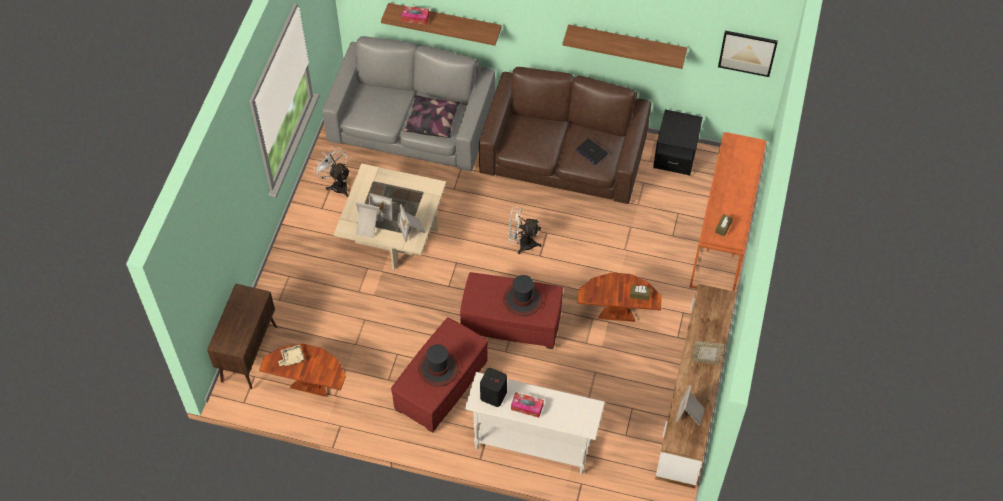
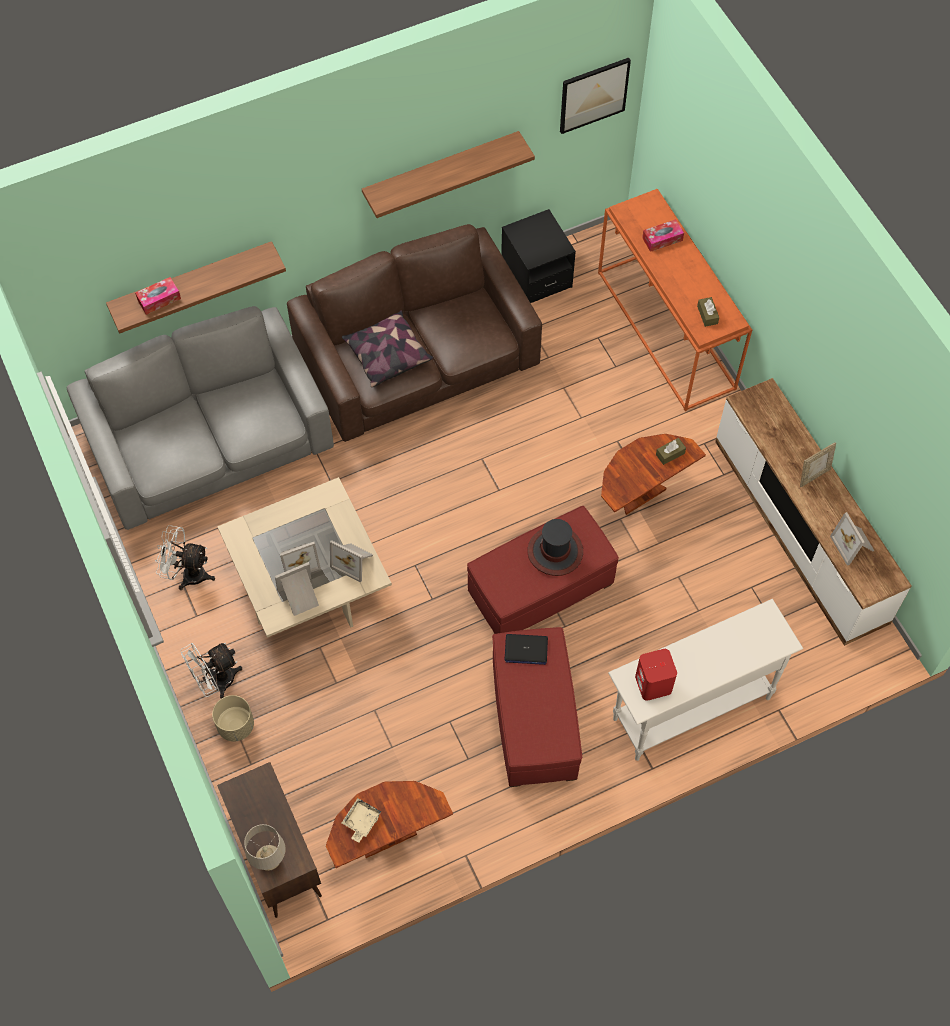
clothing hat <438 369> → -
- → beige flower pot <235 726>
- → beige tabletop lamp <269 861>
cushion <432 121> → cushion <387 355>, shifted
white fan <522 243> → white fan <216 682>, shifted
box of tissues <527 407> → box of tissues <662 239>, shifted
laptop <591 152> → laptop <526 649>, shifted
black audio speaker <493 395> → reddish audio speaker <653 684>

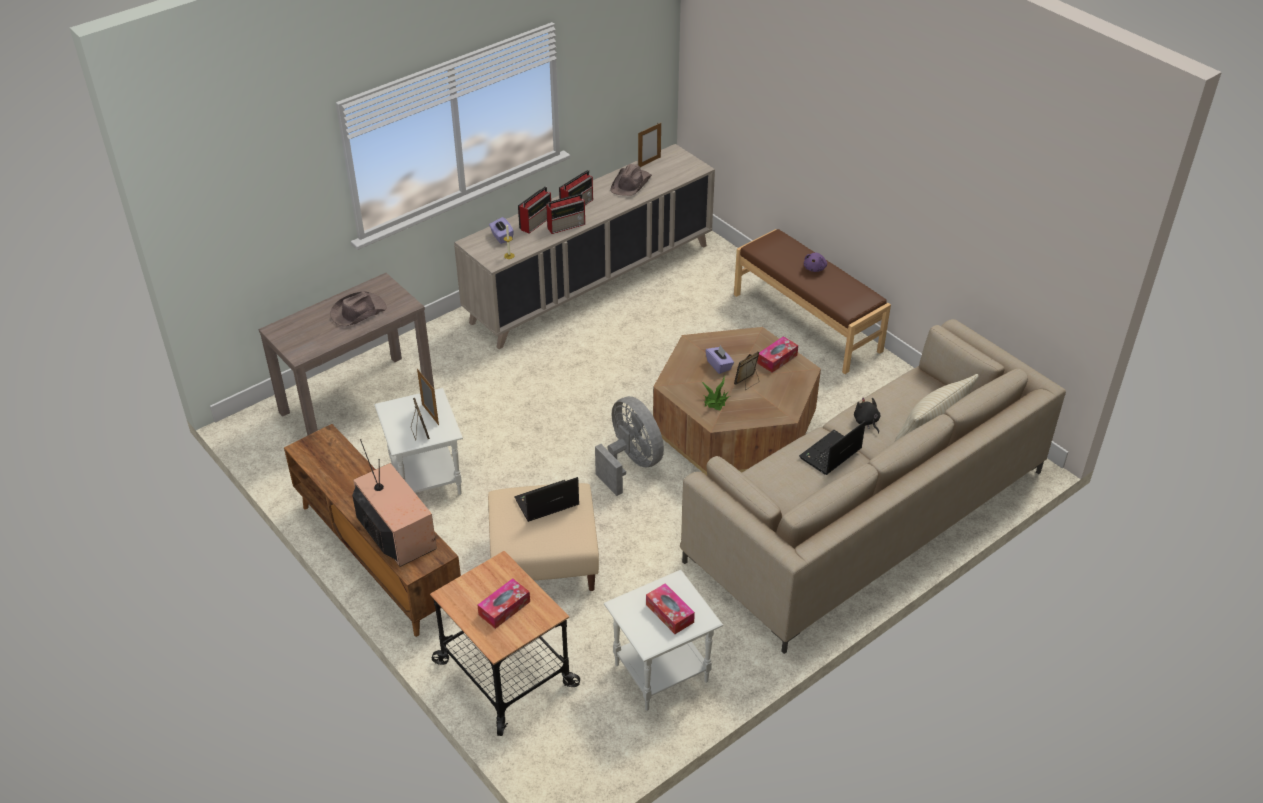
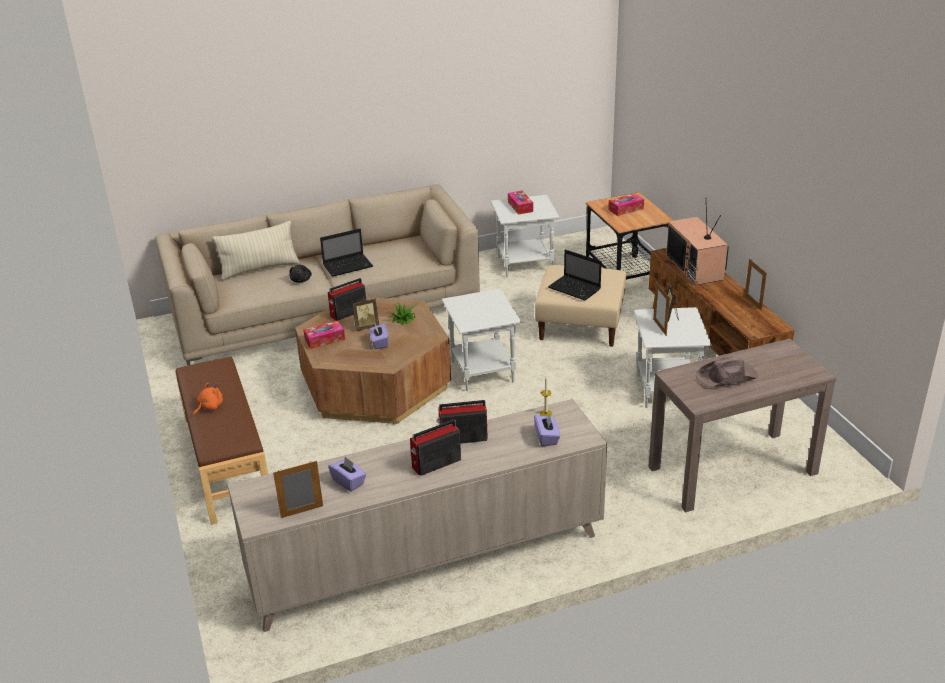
- → picture frame <753 303>
radio <536 222> → radio <348 313>, shifted
greyish fan <630 464> → white end table <483 372>
brownish clothing hat <631 183> → purplish box of tissues <348 482>
purplish cuddly toy <815 268> → orange cuddly toy <209 407>
laptop <545 503> → laptop <575 289>, 45 degrees clockwise

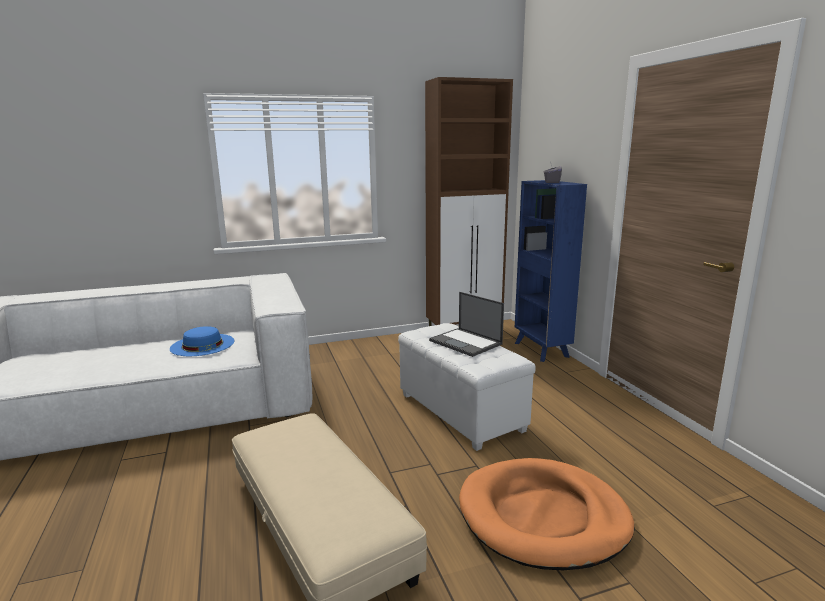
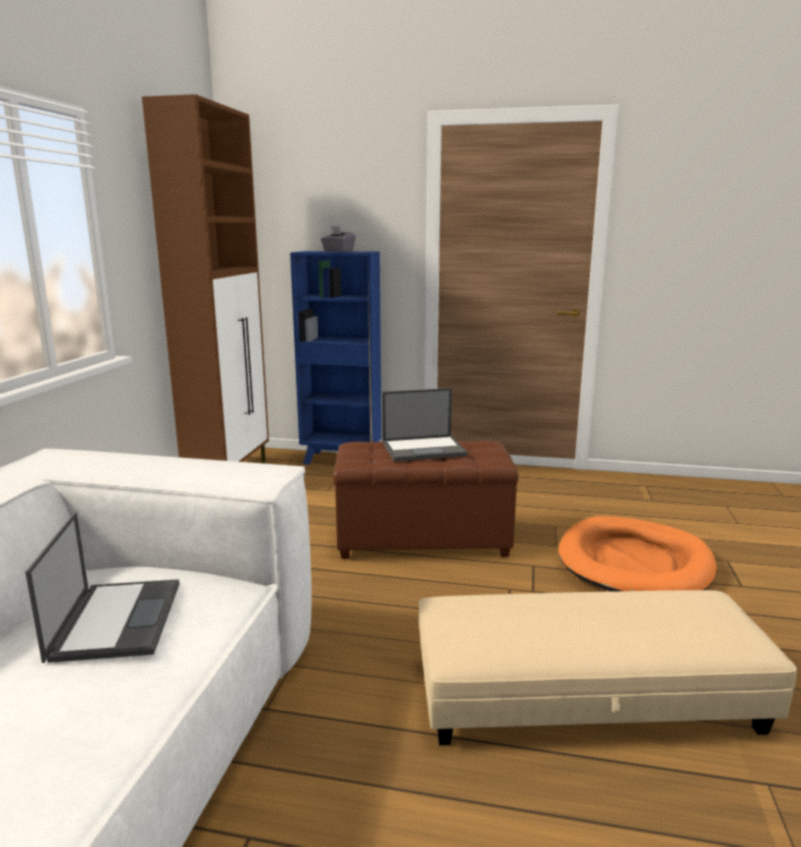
bluish clothing hat <202 345> → laptop <116 619>
white footrest <461 413> → brownish footrest <422 540>

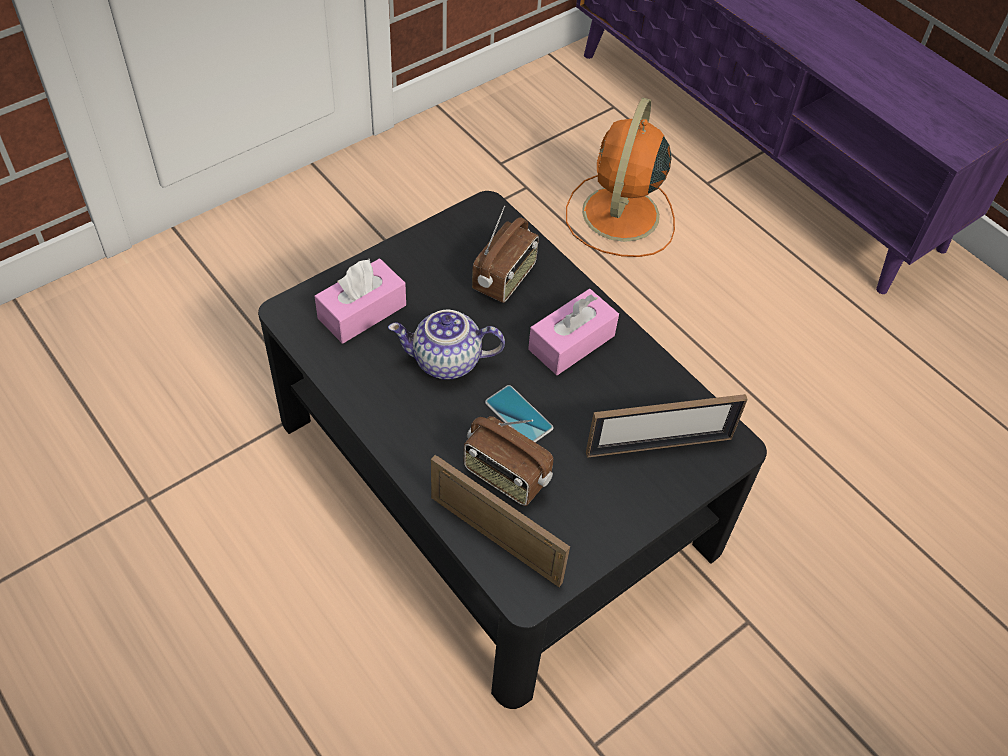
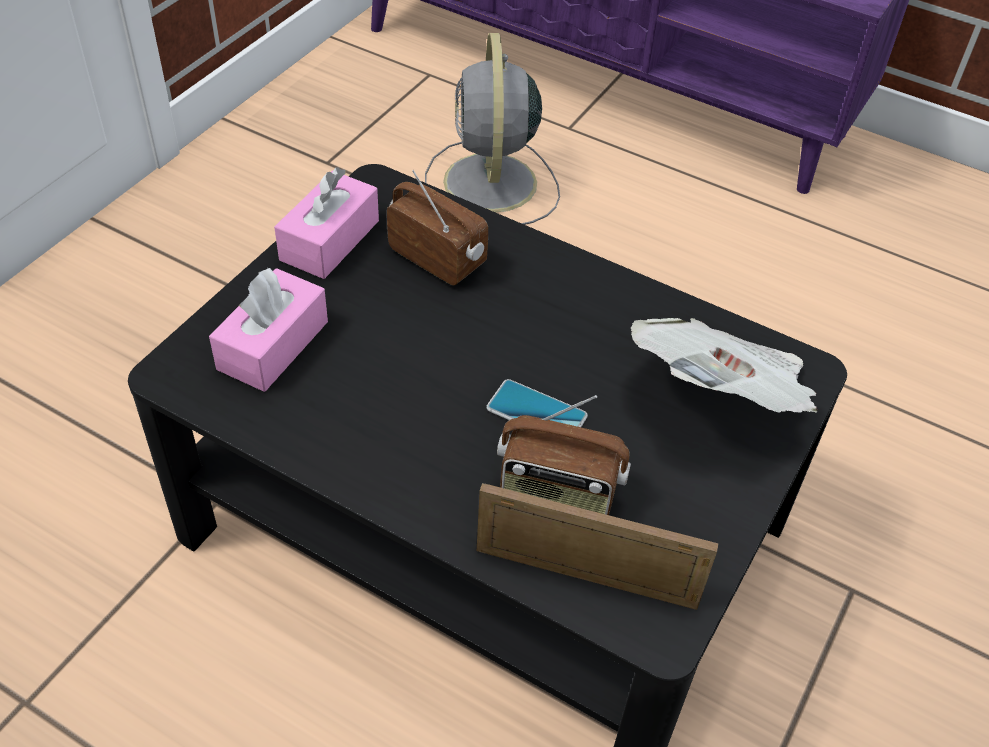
tea pot <446 362> → -
pinkish box of tissues <571 342> → pinkish box of tissues <329 240>, shifted
picture frame <659 445> → daily paper <722 396>
orange fan <619 216> → greyish fan <490 185>
radio <505 278> → radio <438 257>, 60 degrees counterclockwise

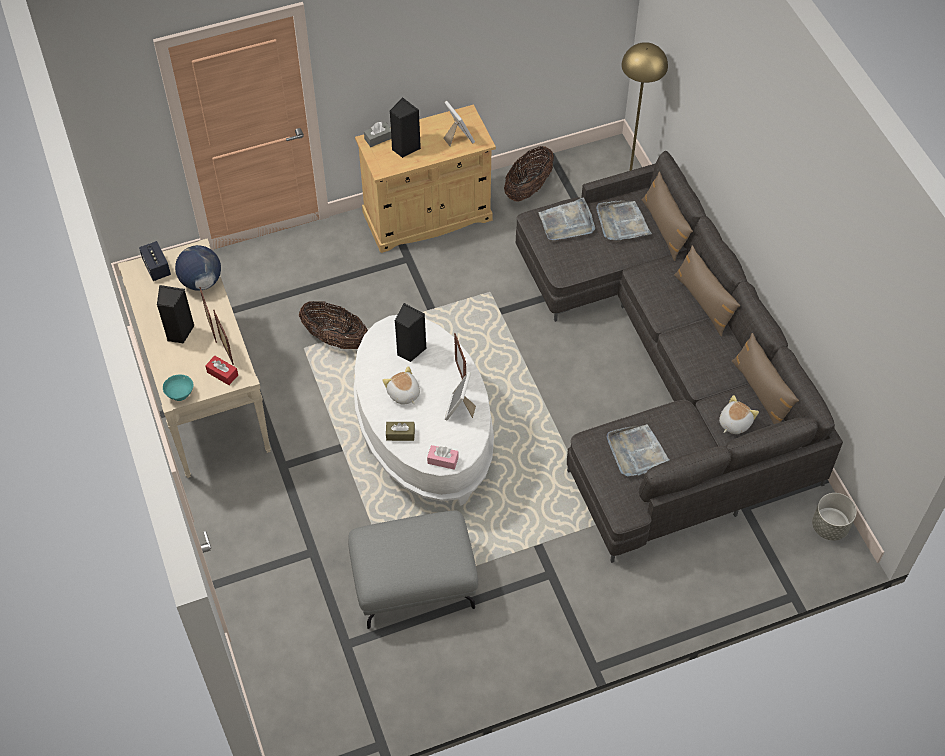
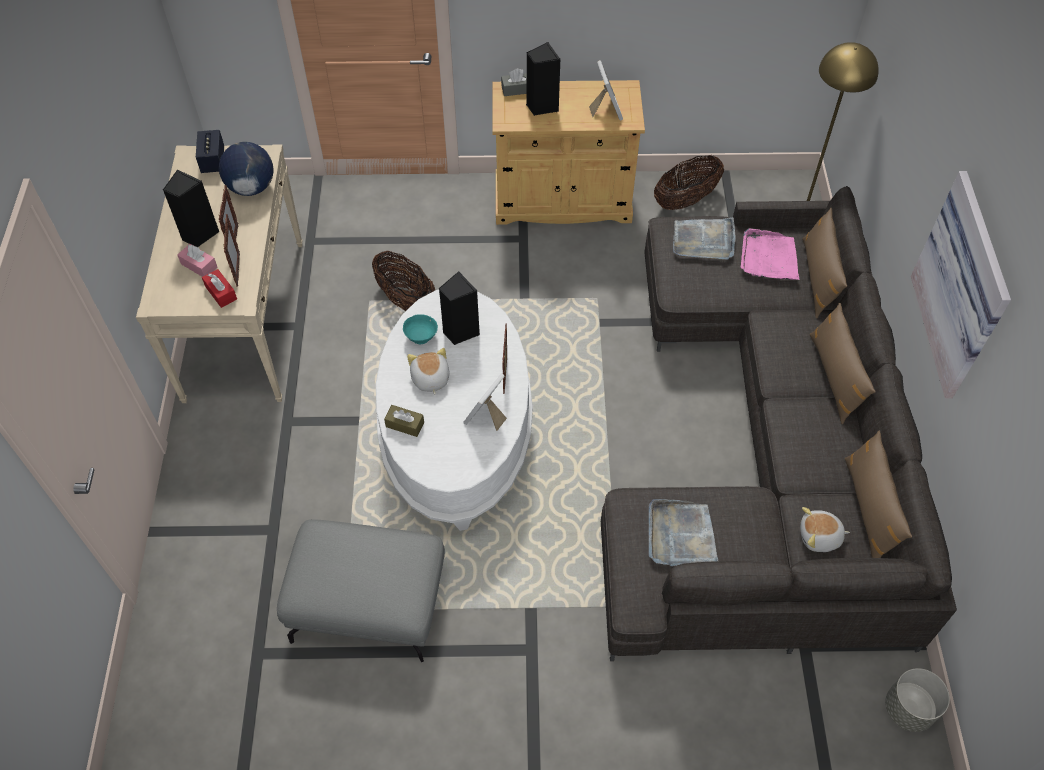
- → wall art <965 286>
turquoise-coloured bowl <180 394> → turquoise-coloured bowl <421 337>, shifted
pinkish box of tissues <443 460> → pinkish box of tissues <199 265>, shifted
greyish carrying tray <622 222> → pinkish carrying tray <768 258>
cuddly toy <734 422> → cuddly toy <819 537>, 150 degrees counterclockwise

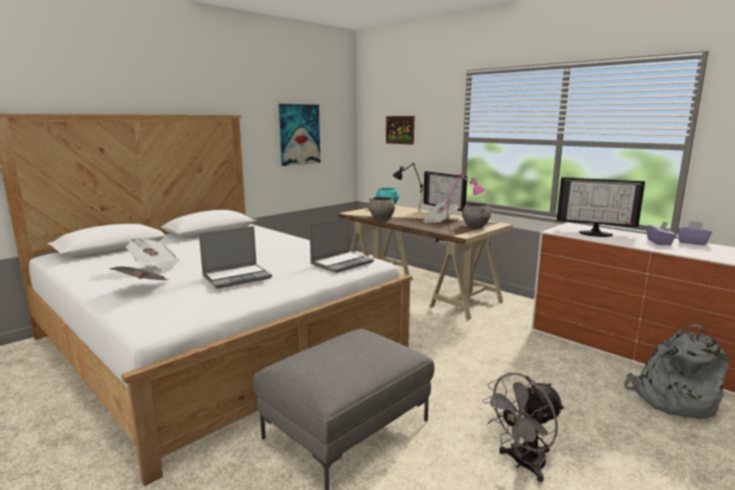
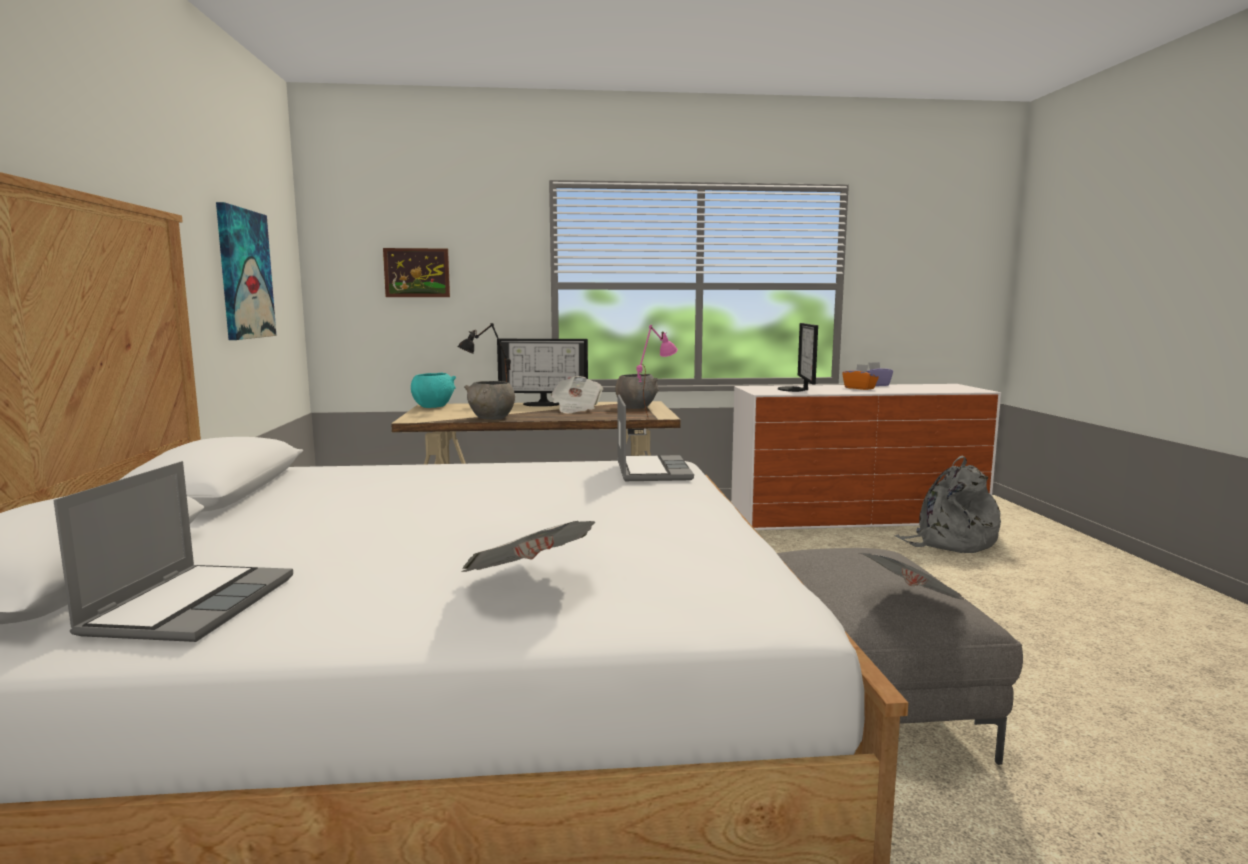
greyish fan <522 464> → -
daily paper <155 266> → daily paper <914 605>, shifted
laptop <237 277> → laptop <191 604>, shifted
purplish box of tissues <659 242> → orange box of tissues <859 388>
computer screen <596 233> → computer screen <796 389>, 120 degrees clockwise

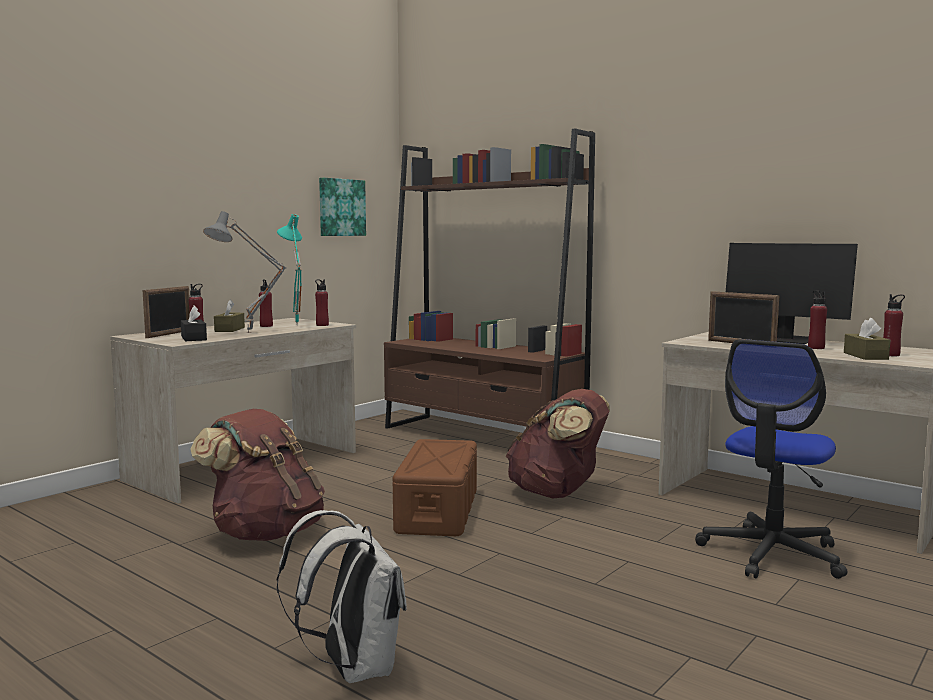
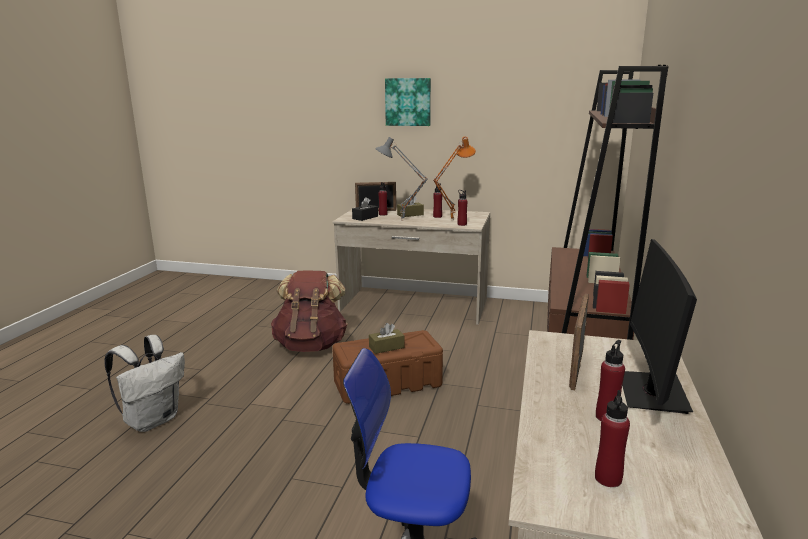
brownish rucksack <558 493> → -
wall art <341 207> → wall art <408 102>, shifted
brownish box of tissues <865 356> → brownish box of tissues <386 347>, shifted
turquoise-coloured tabletop lamp <294 325> → orange tabletop lamp <451 220>

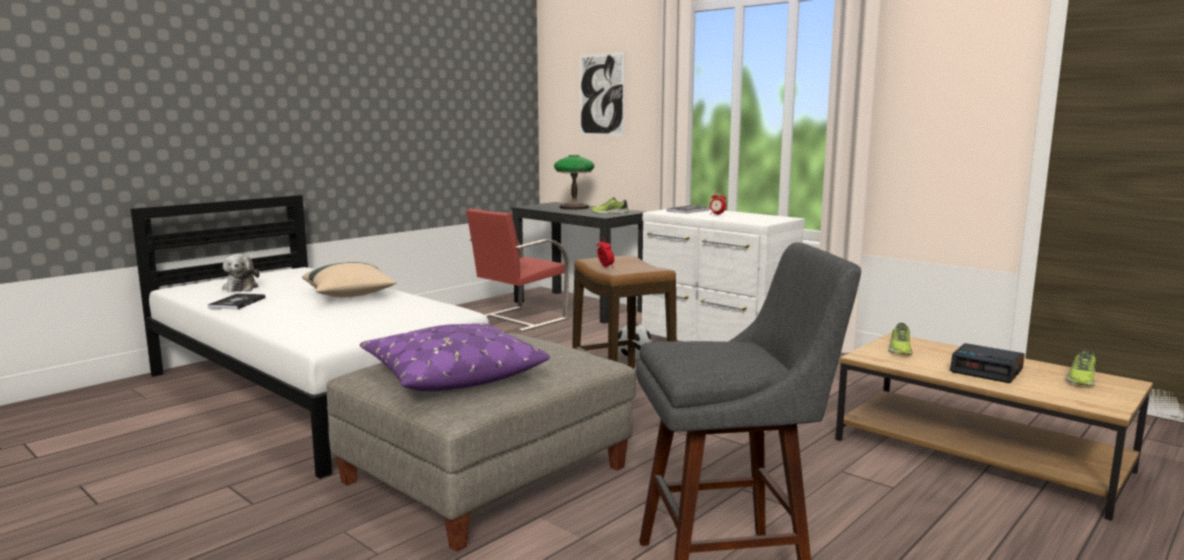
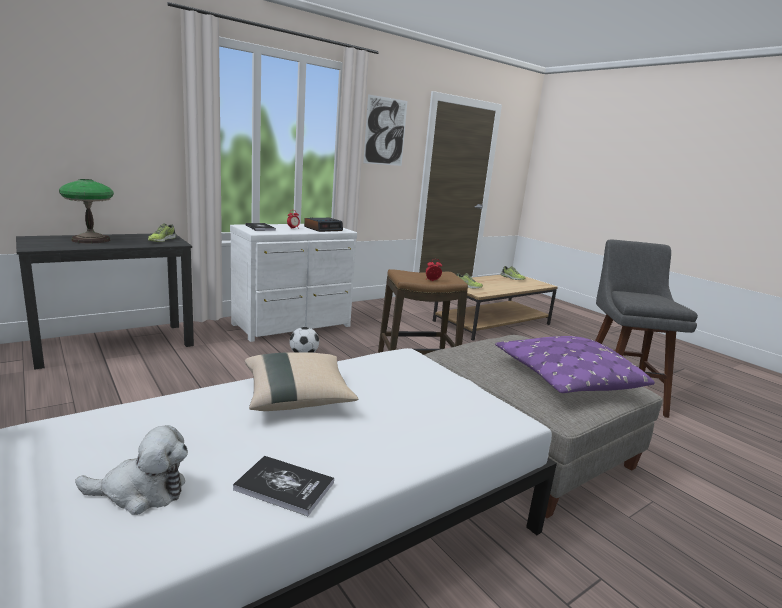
reddish chair <518 319> → -
wall art <601 94> → wall art <385 131>, shifted
alarm clock <987 371> → alarm clock <323 229>, shifted

